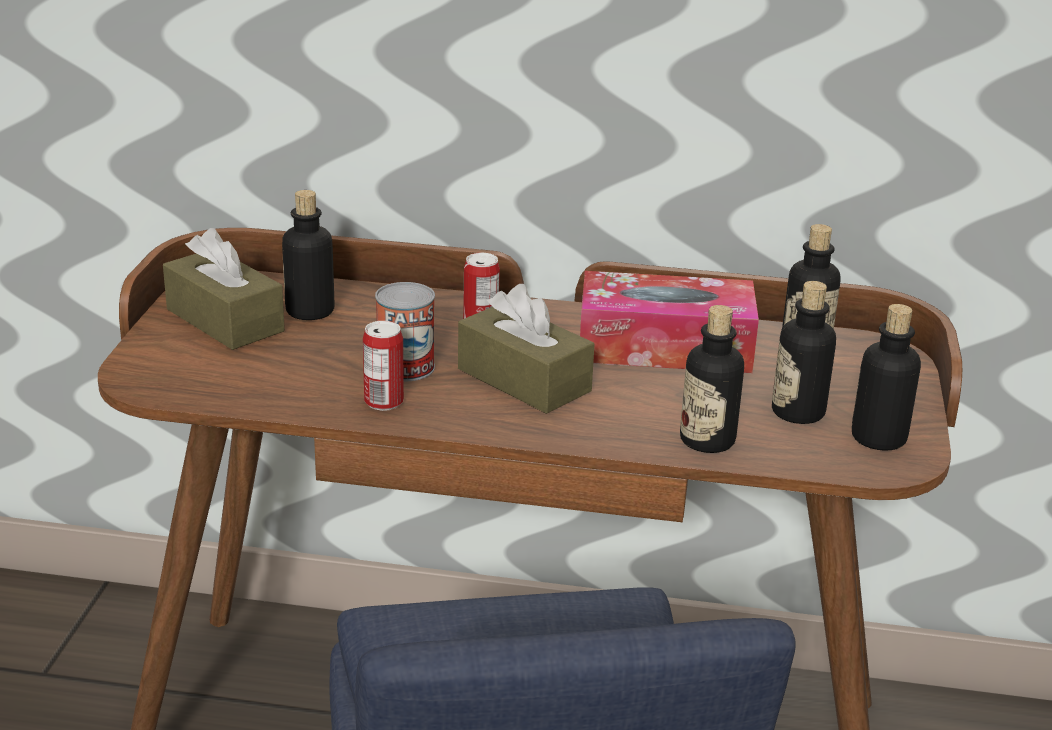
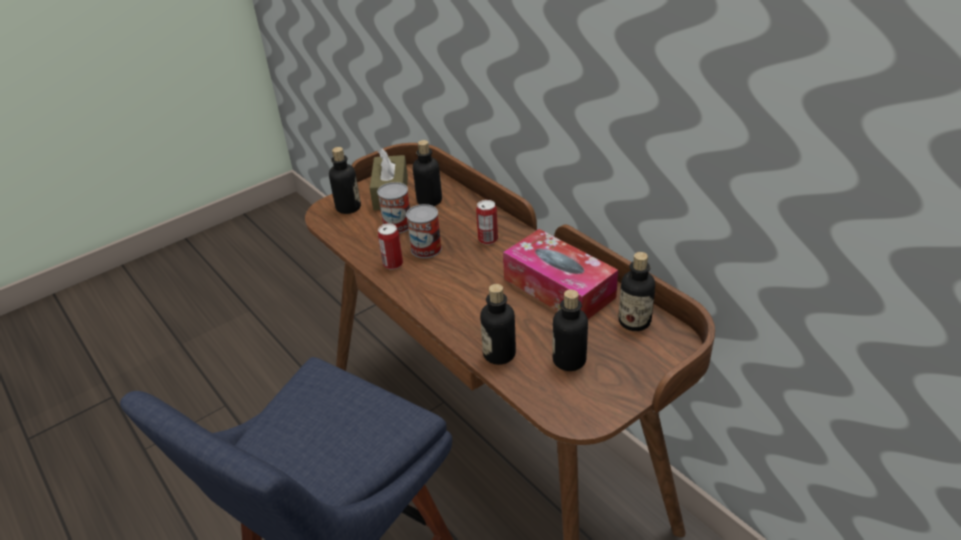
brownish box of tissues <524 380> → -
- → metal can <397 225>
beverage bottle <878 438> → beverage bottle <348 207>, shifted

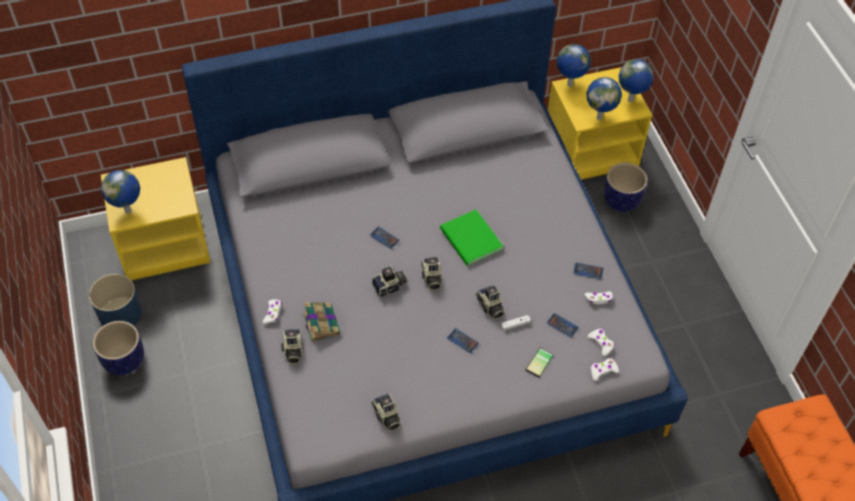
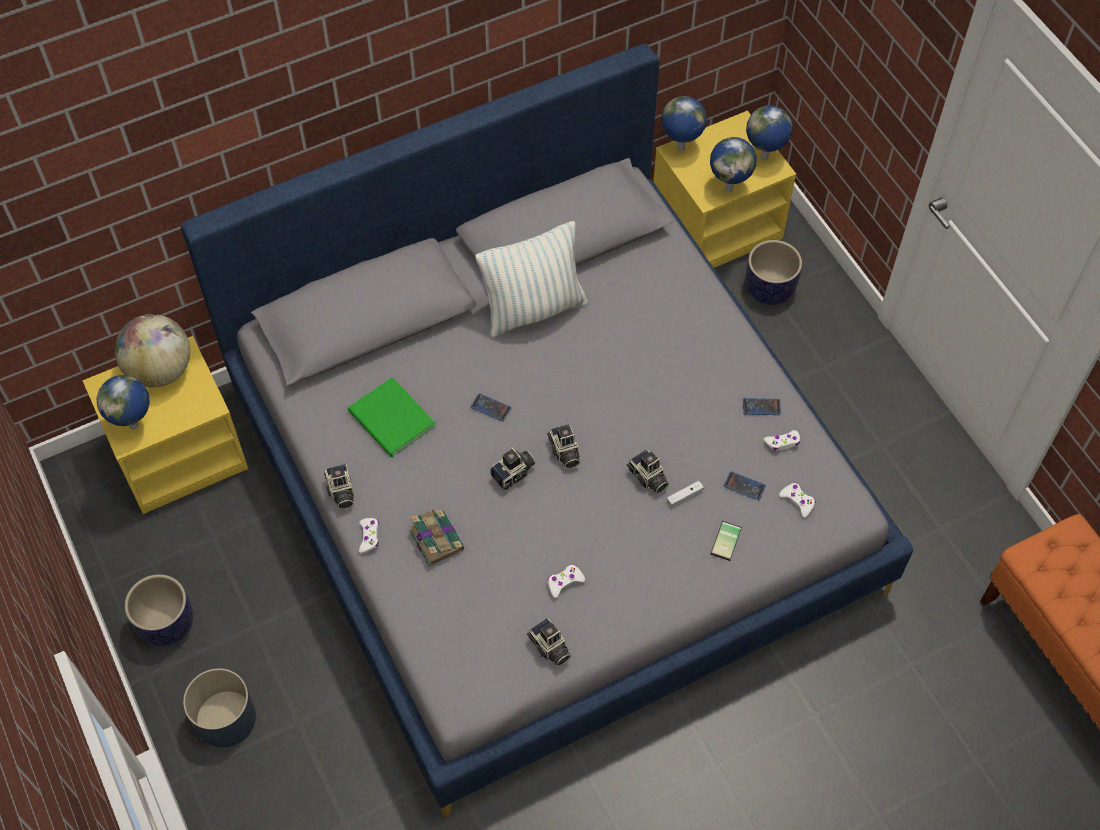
telephone <463 341> → -
- → globe <160 370>
- → cushion <533 309>
bluish flower pot <120 314> → bluish flower pot <225 719>, shifted
photo camera <292 350> → photo camera <341 492>, shifted
green-coloured book <471 240> → green-coloured book <391 421>, shifted
white gamepad <602 371> → white gamepad <564 582>, shifted

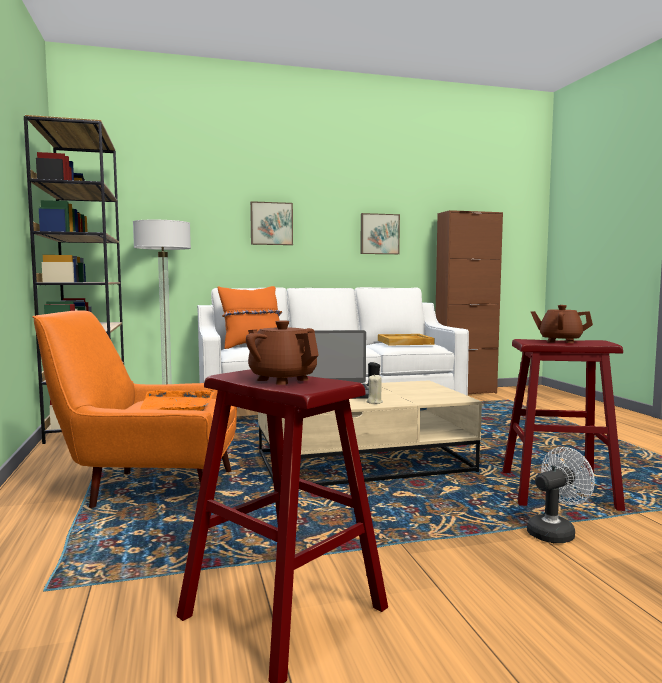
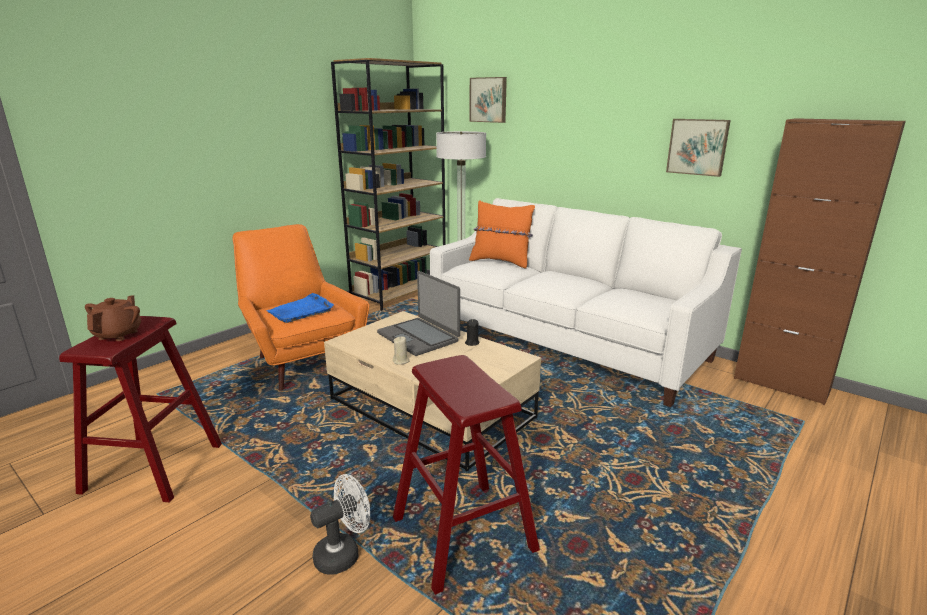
beige carrying tray <405 342> → -
brownish tea pot <560 341> → -
wall art <271 223> → wall art <489 100>, shifted
orange carrying tray <177 405> → bluish carrying tray <301 311>
white fan <555 532> → white fan <343 553>, 60 degrees counterclockwise

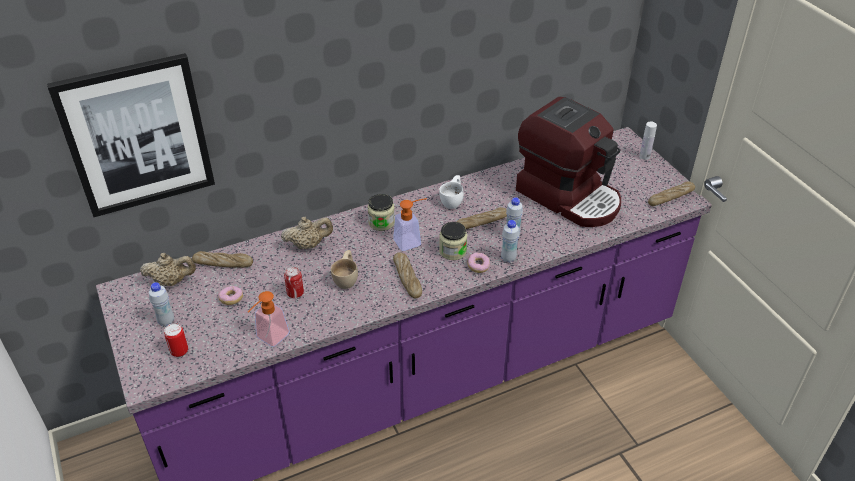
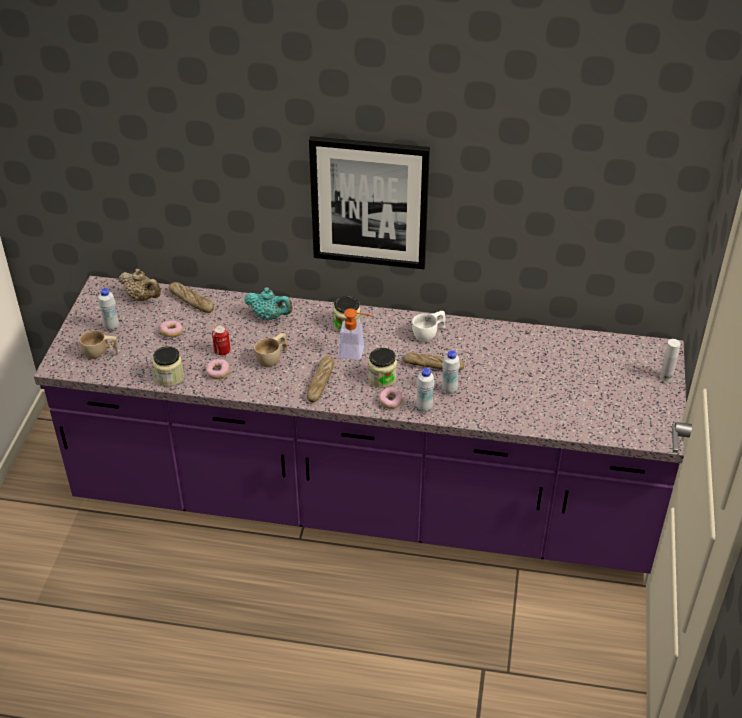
coffee machine <569 196> → -
baked bread <670 198> → -
- → donut <218 373>
wall art <137 136> → wall art <369 202>, shifted
metal can <179 351> → beige small cup <100 354>
soap dispenser <269 339> → jar <169 377>
beige tea pot <308 245> → turquoise-coloured tea pot <269 316>

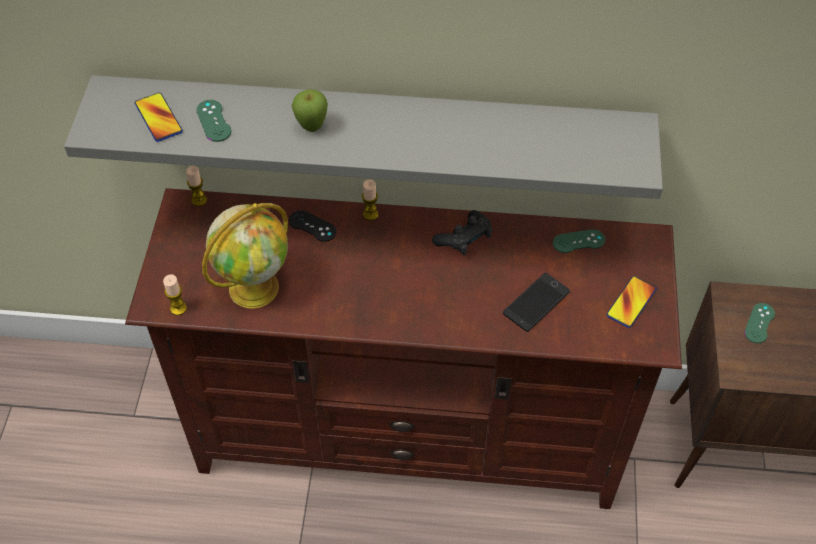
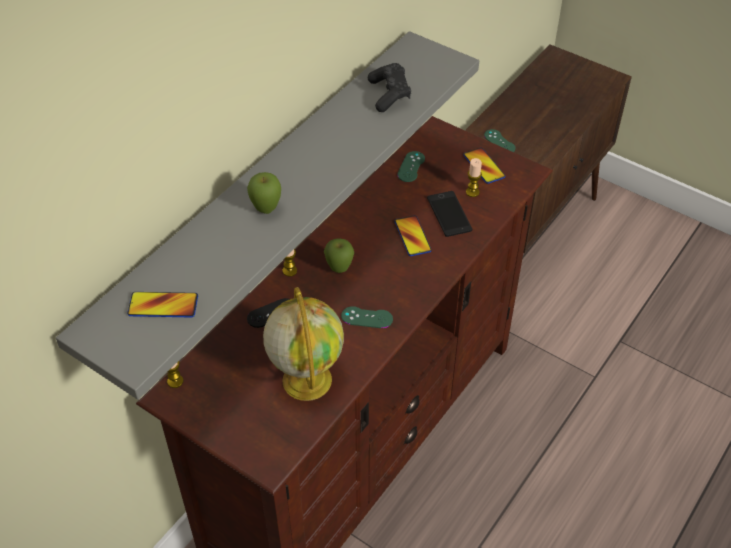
- → apple <339 269>
- → telephone <412 236>
wax light <178 308> → wax light <472 192>, shifted
green-coloured gamepad <213 121> → green-coloured gamepad <367 317>, shifted
black gamepad <464 239> → black gamepad <389 95>, shifted

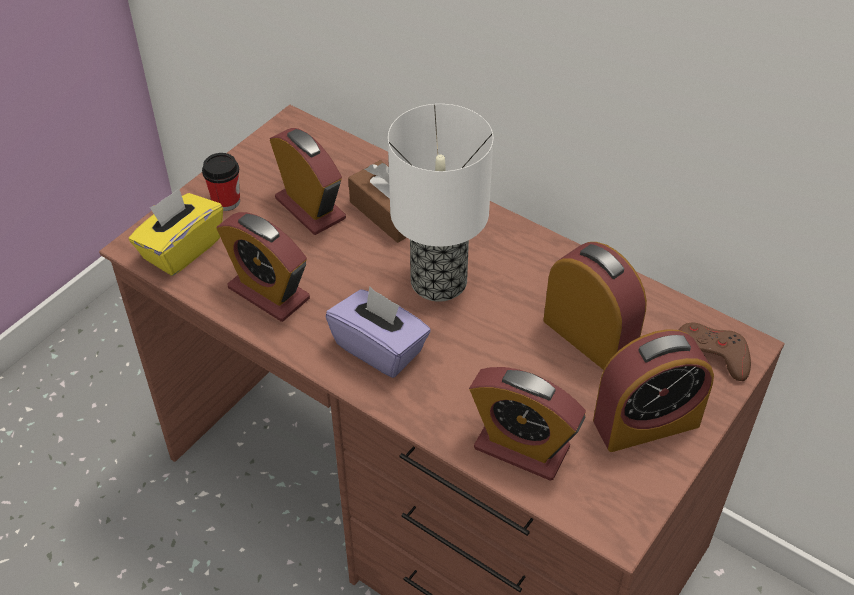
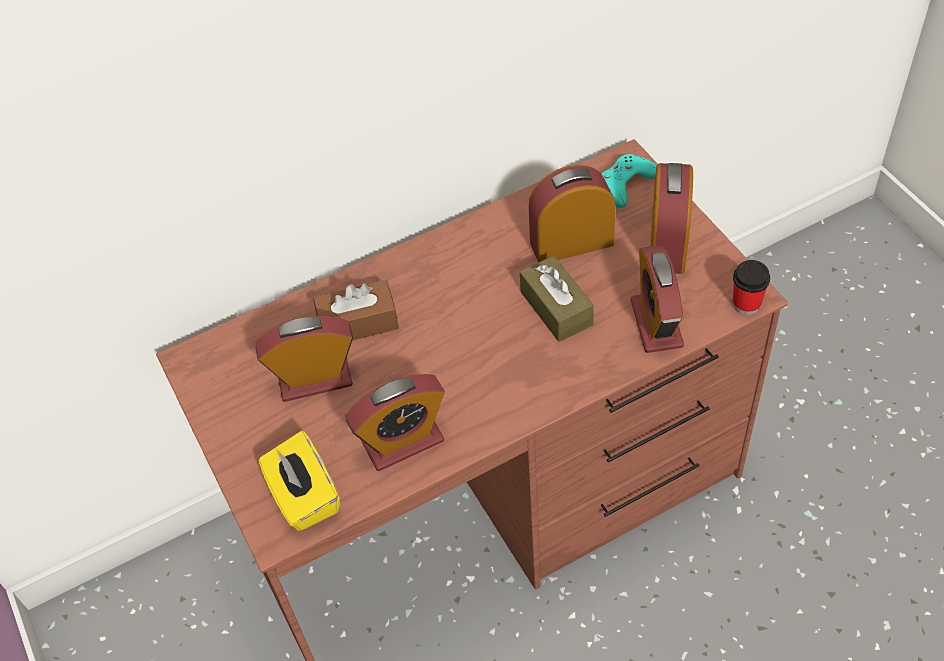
purplish box of tissues <380 348> → -
tabletop lamp <440 282> → -
- → brownish box of tissues <556 308>
small cup <226 201> → small cup <746 304>, shifted
brownish gamepad <707 356> → turquoise-coloured gamepad <625 184>
alarm clock <521 448> → alarm clock <656 323>, 120 degrees clockwise

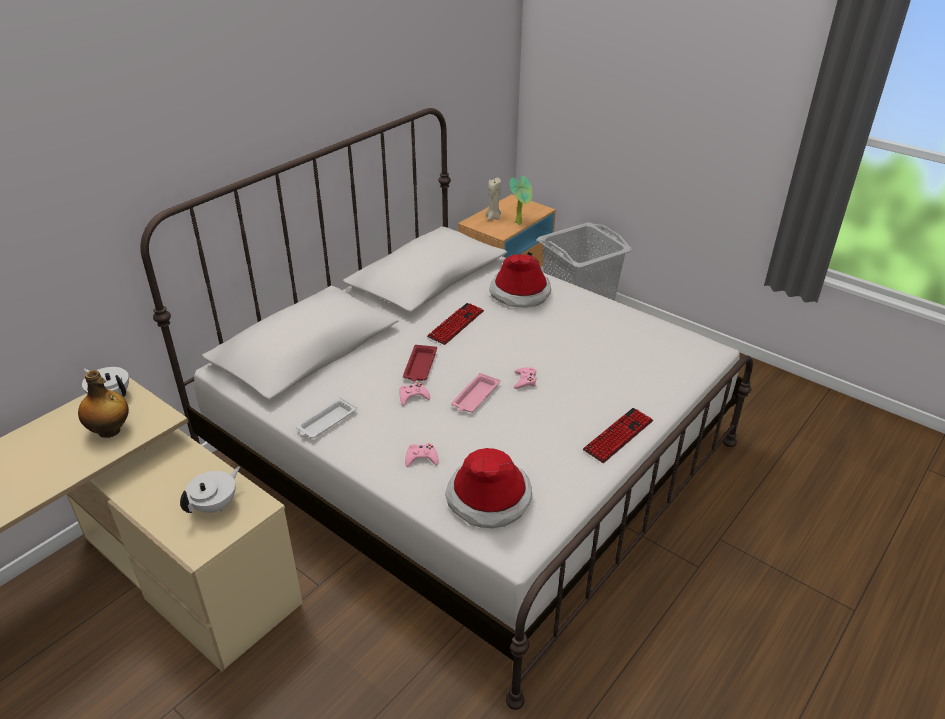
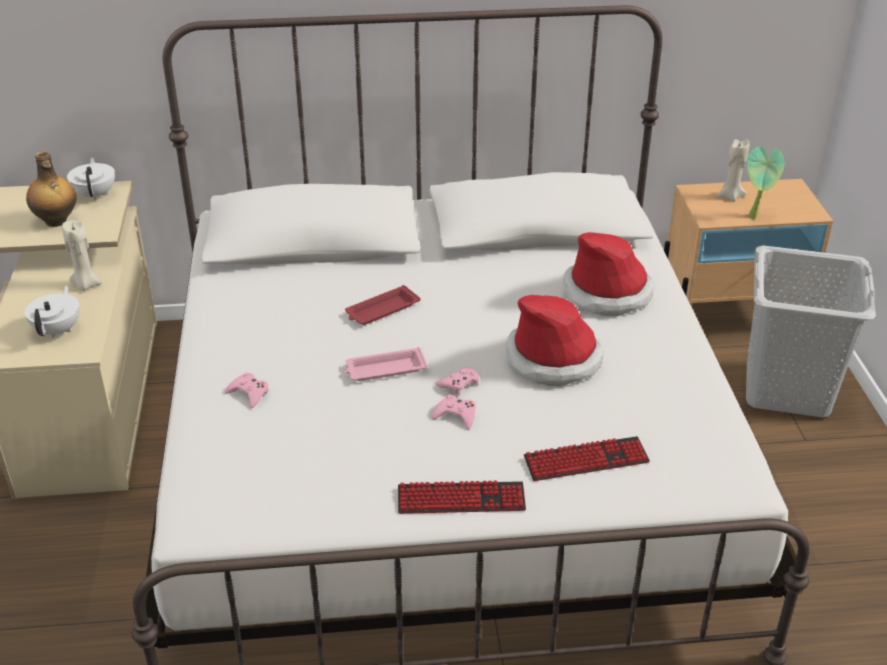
white carrying tray <326 422> → -
- → beige wax light <85 285>
pinkish gamepad <413 396> → pinkish gamepad <456 415>, shifted
keyboard <456 324> → keyboard <586 460>, shifted
clothing hat <489 498> → clothing hat <553 358>, shifted
white tea pot <215 505> → white tea pot <58 330>, 75 degrees counterclockwise

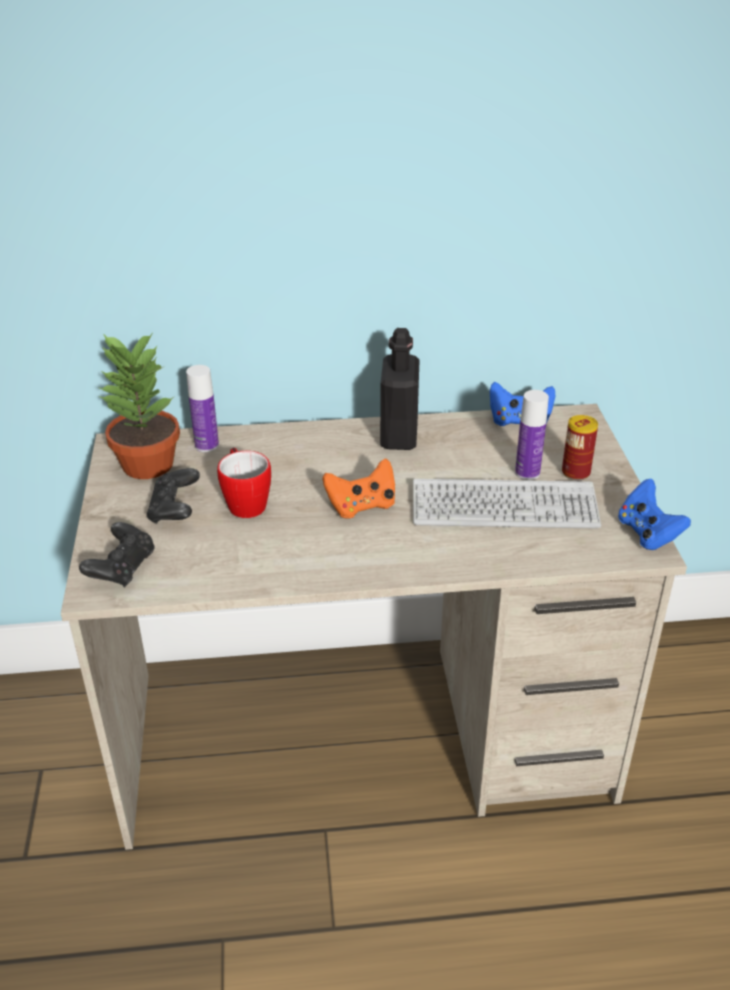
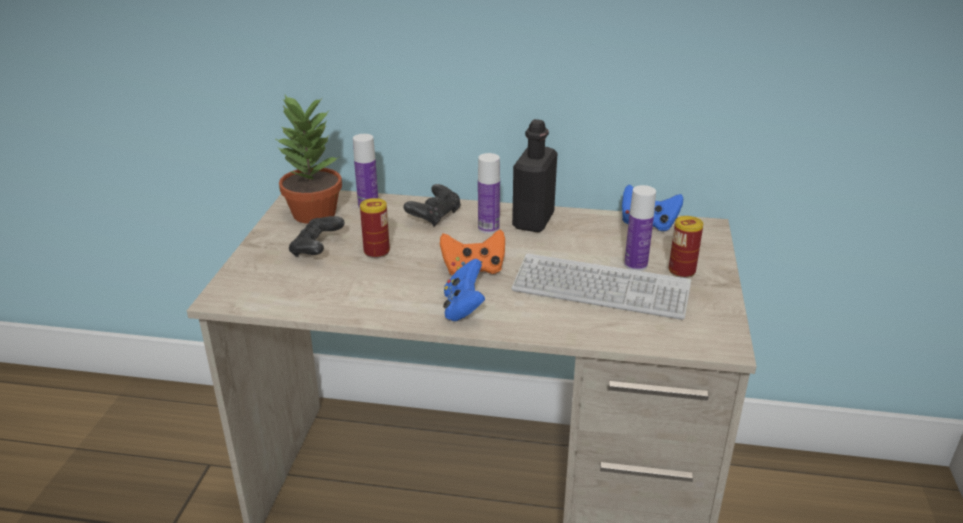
- → beverage bottle <488 228>
black gamepad <122 568> → black gamepad <434 216>, shifted
bluish gamepad <647 533> → bluish gamepad <463 308>, shifted
tea mug <245 502> → metal can <376 252>

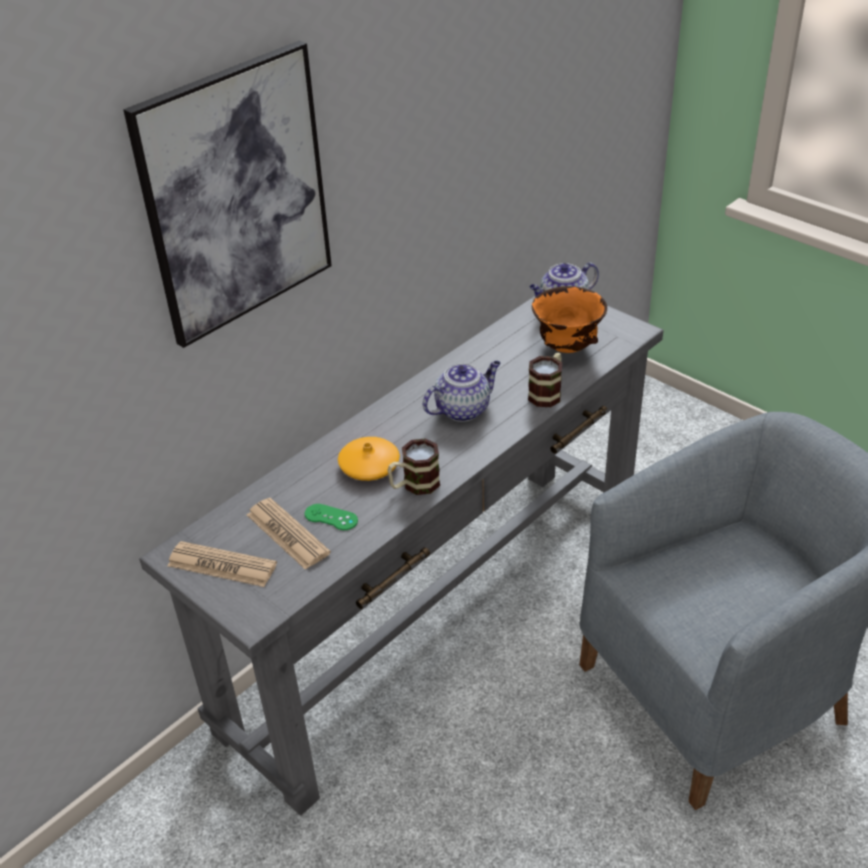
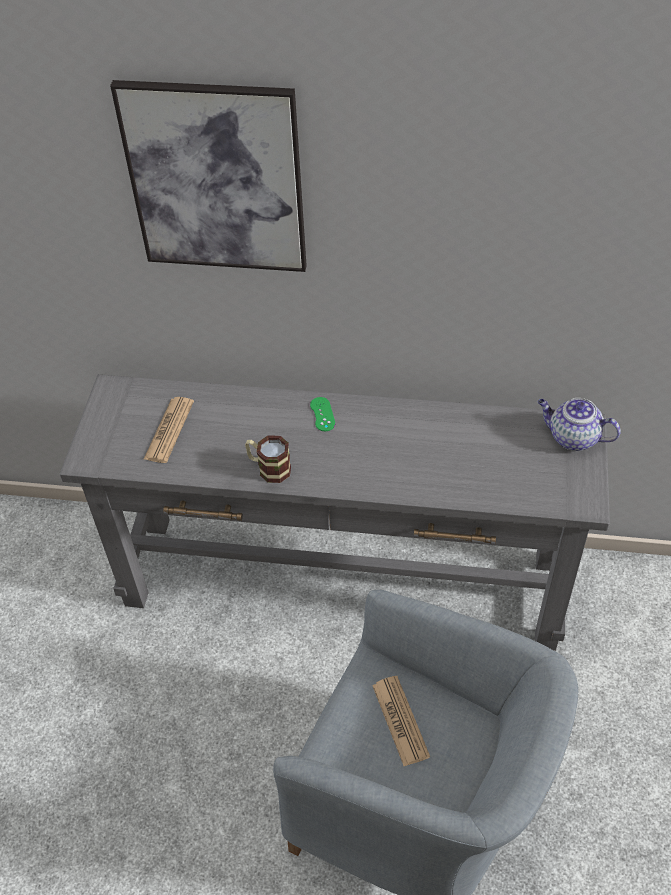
orange flower vase <369 466> → -
tea pot <463 409> → -
tea mug <547 392> → -
orange bowl <566 348> → -
daily paper <222 565> → daily paper <400 720>, shifted
green-coloured gamepad <331 517> → green-coloured gamepad <322 414>, shifted

